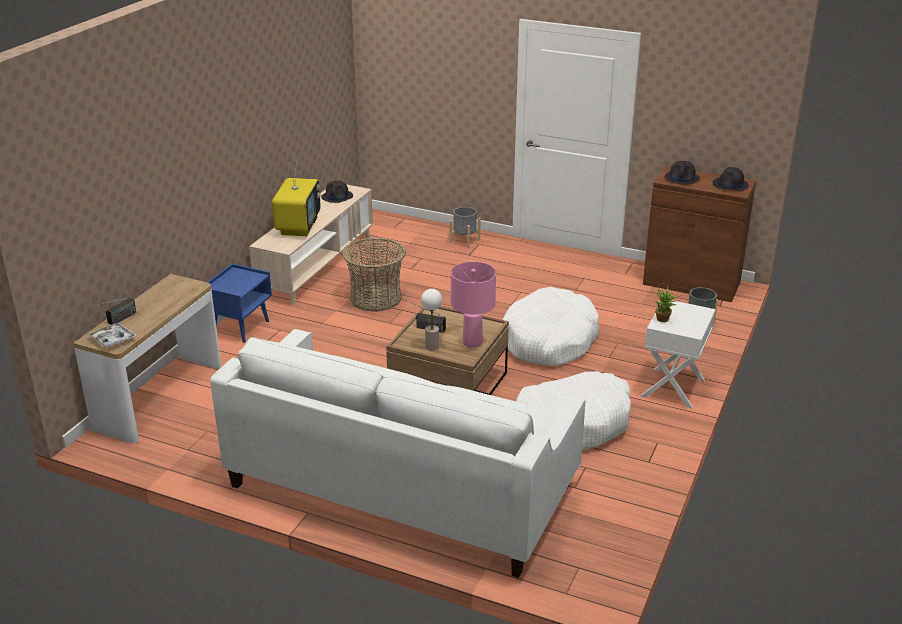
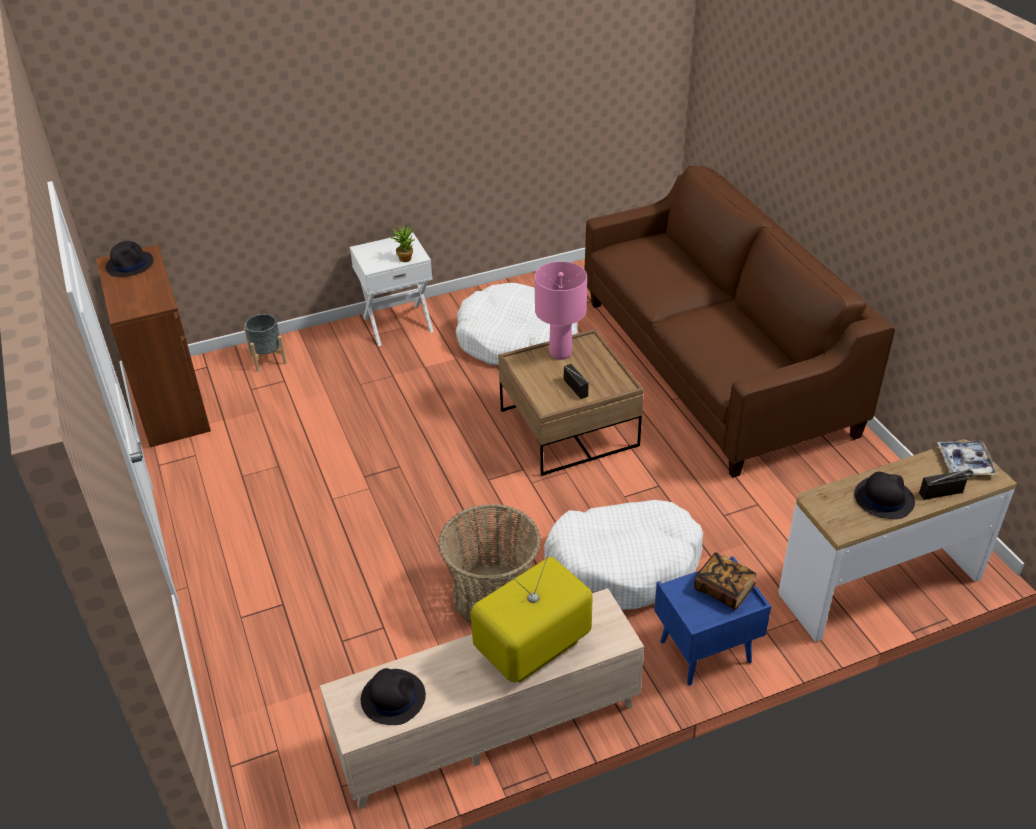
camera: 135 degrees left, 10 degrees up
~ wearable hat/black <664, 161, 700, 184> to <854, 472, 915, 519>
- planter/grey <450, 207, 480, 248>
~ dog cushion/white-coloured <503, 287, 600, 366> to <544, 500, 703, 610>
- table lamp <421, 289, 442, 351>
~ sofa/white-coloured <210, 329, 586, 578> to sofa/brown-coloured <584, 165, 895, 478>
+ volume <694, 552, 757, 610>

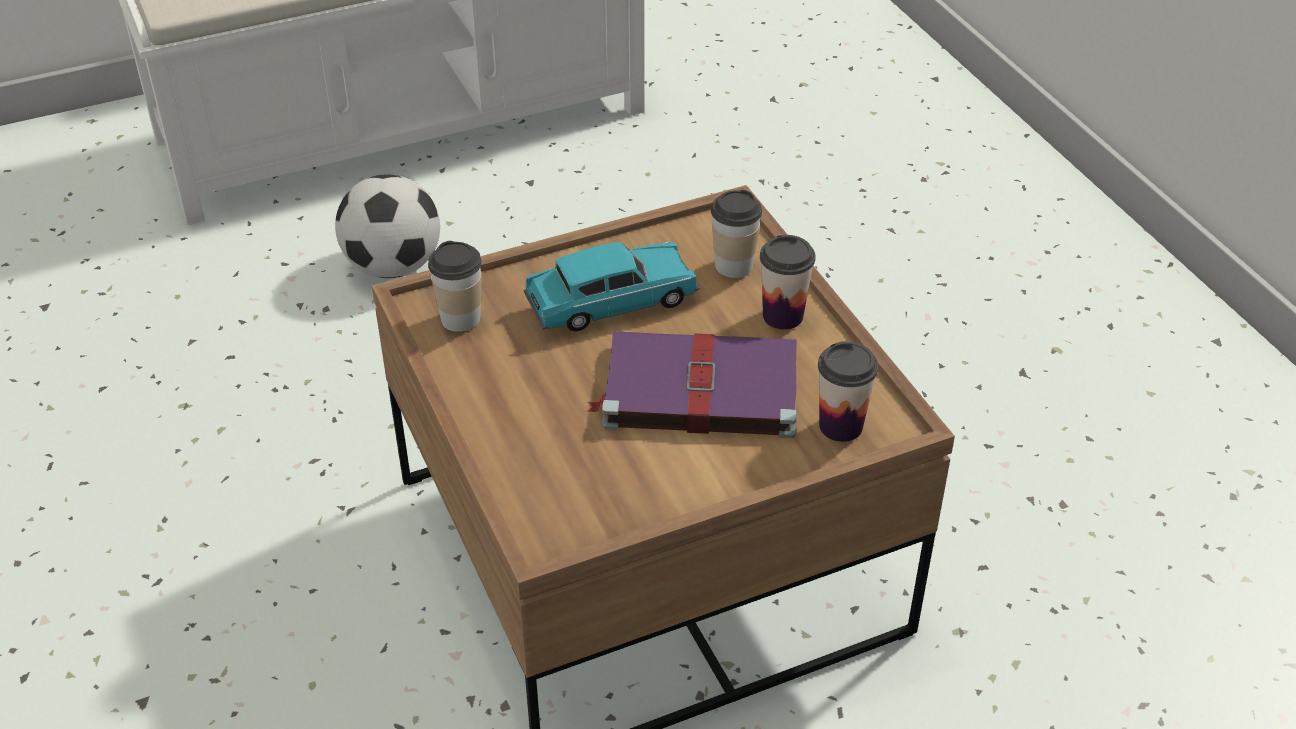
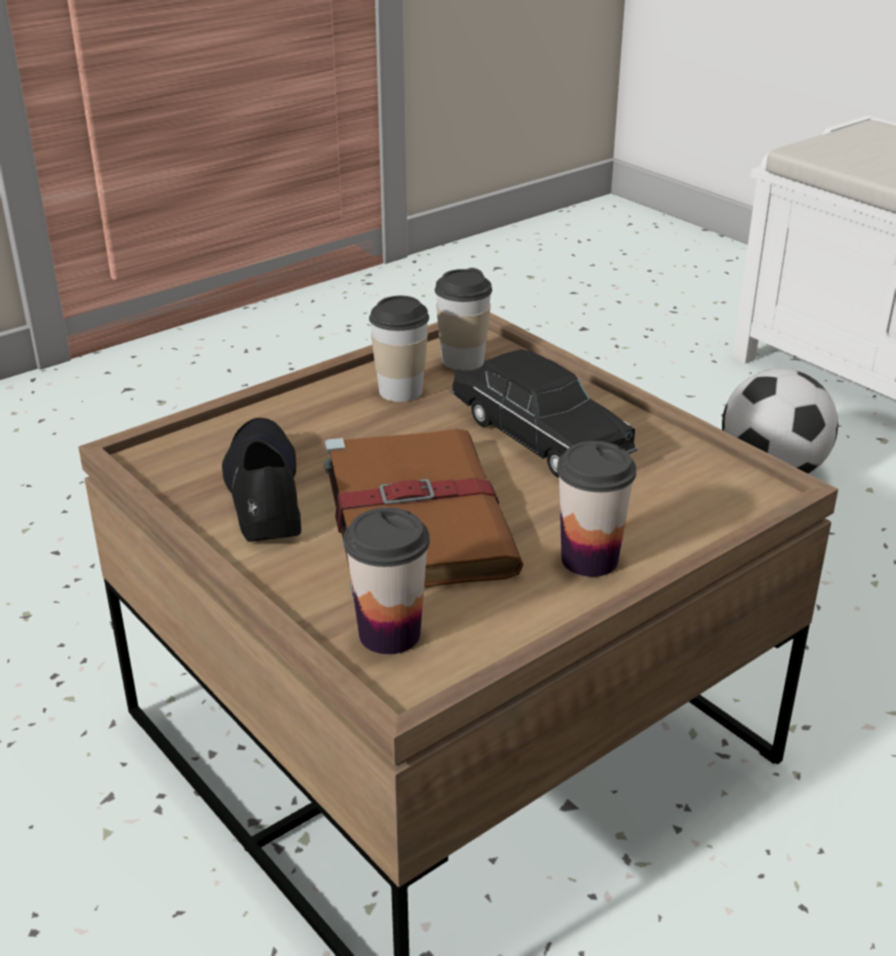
camera: 75 degrees right, 10 degrees down
~ small cup <711, 190, 762, 278> to <369, 296, 429, 402>
~ toy car/blue-green <524, 241, 700, 331> to toy car/black <451, 349, 638, 478>
~ volume/purple <586, 331, 796, 438> to volume/brown-coloured <324, 429, 523, 597>
+ item of footwear/black <222, 418, 301, 542>

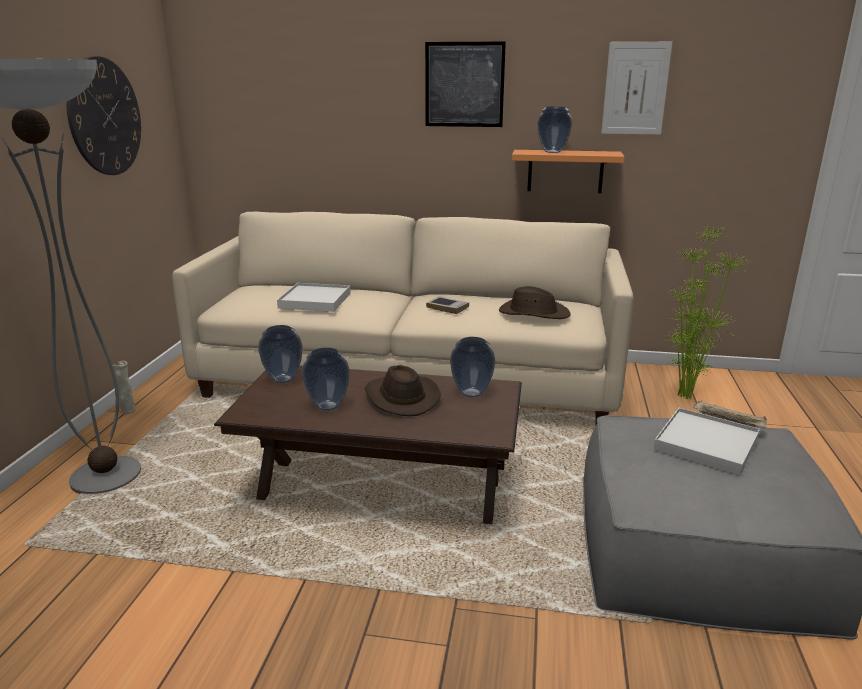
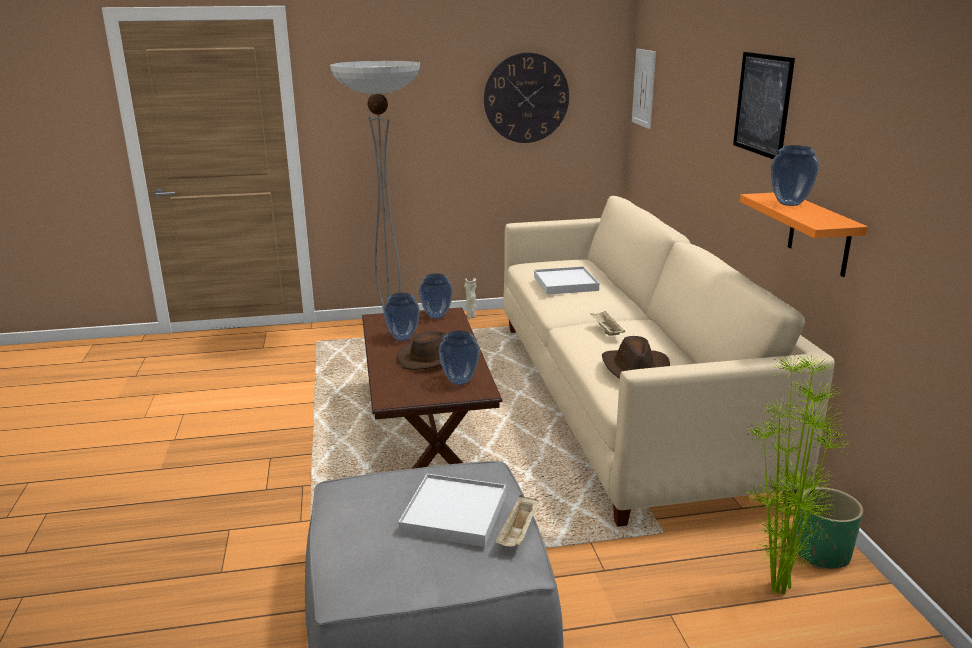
camera: 70 degrees right, 0 degrees up
~ wall art <601, 42, 672, 135> to <632, 49, 656, 129>
~ volume <426, 296, 469, 314> to serving tray/sand-coloured <591, 311, 625, 336>
+ planter/greenish <794, 487, 863, 569>

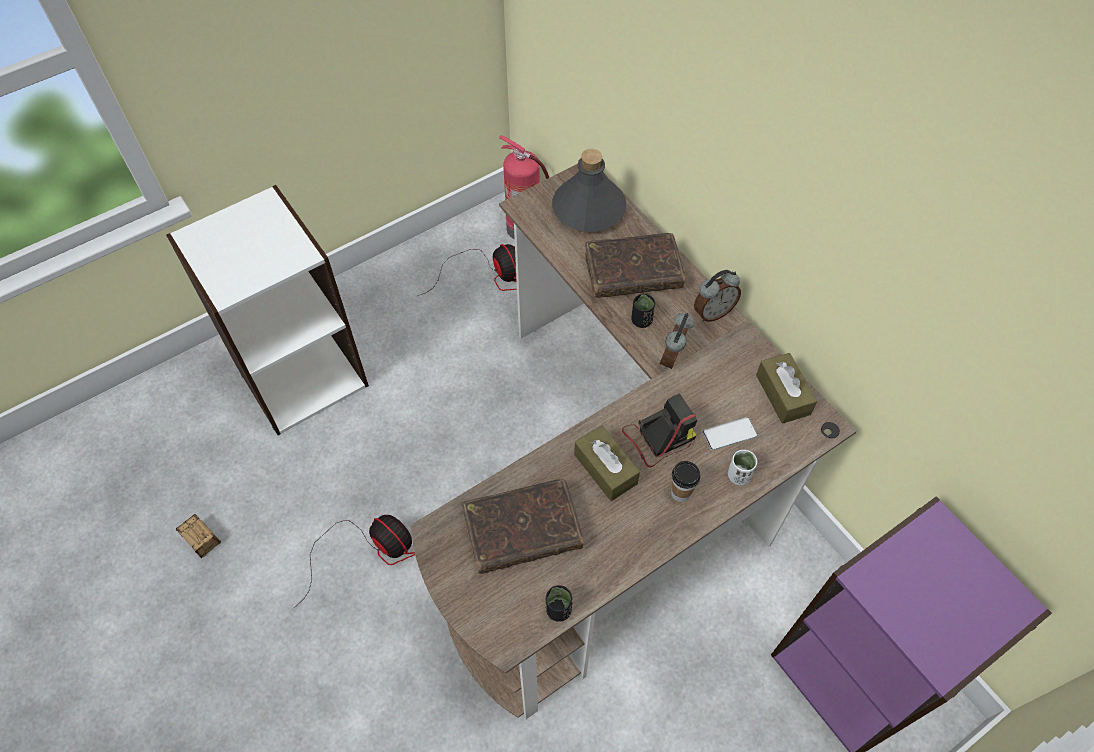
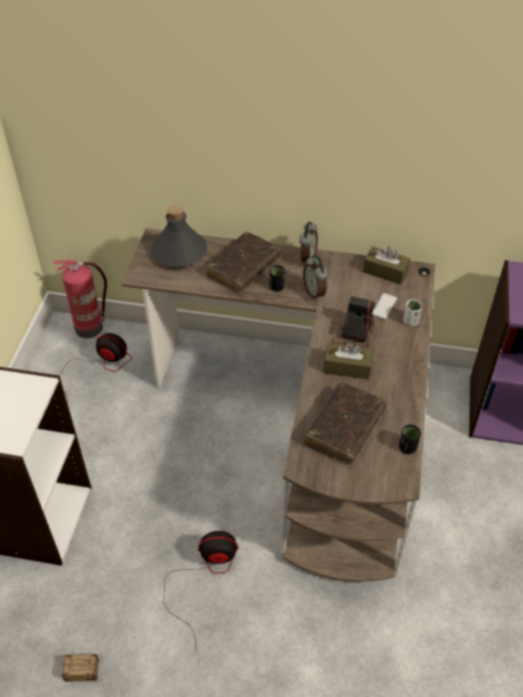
camera: 45 degrees left, 10 degrees down
- small cup <671, 461, 700, 502>

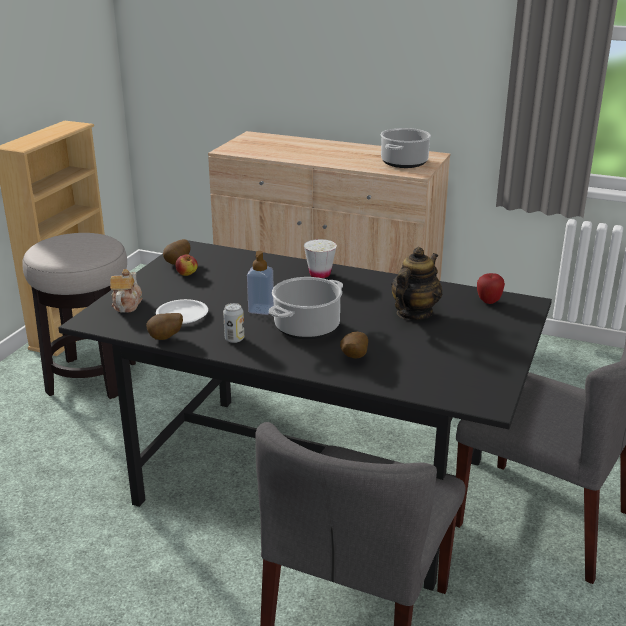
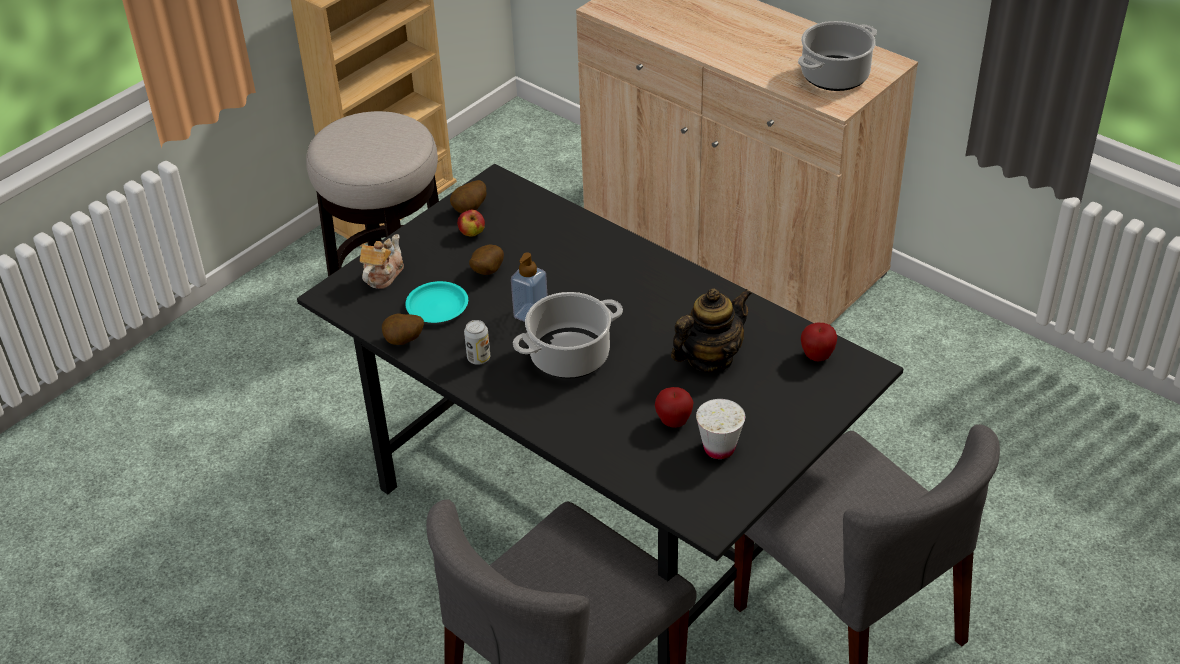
camera: 20 degrees right, 15 degrees up
~ small cup/white-coloured <304, 239, 337, 278> to <696, 399, 745, 459>
~ dinner plate/white-coloured <156, 299, 208, 324> to dinner plate/blue-green <405, 281, 468, 323>
~ whole potato <340, 332, 368, 358> to <469, 245, 504, 275>
+ apple <655, 387, 694, 428>

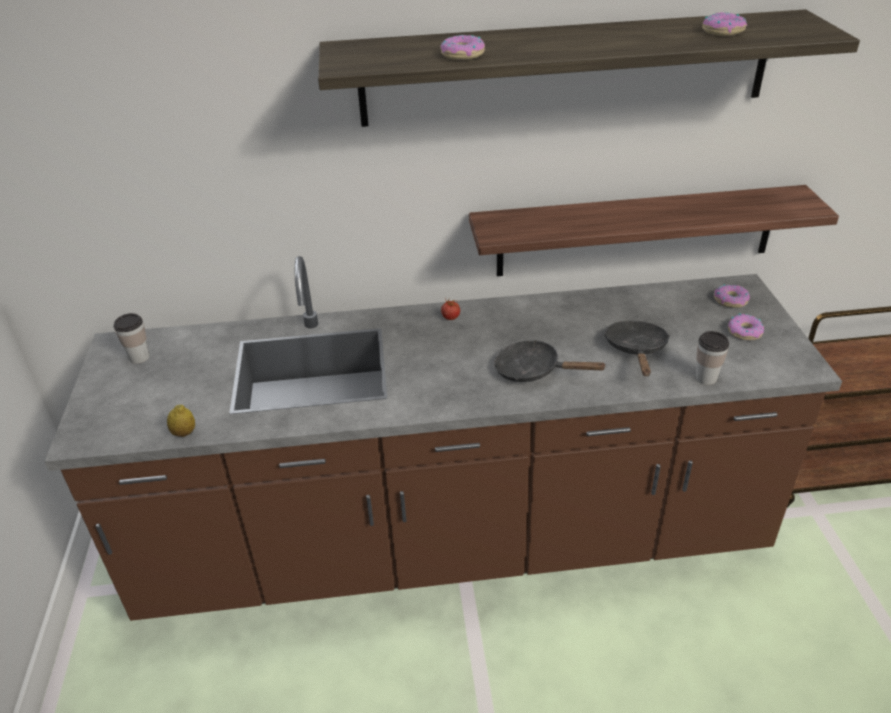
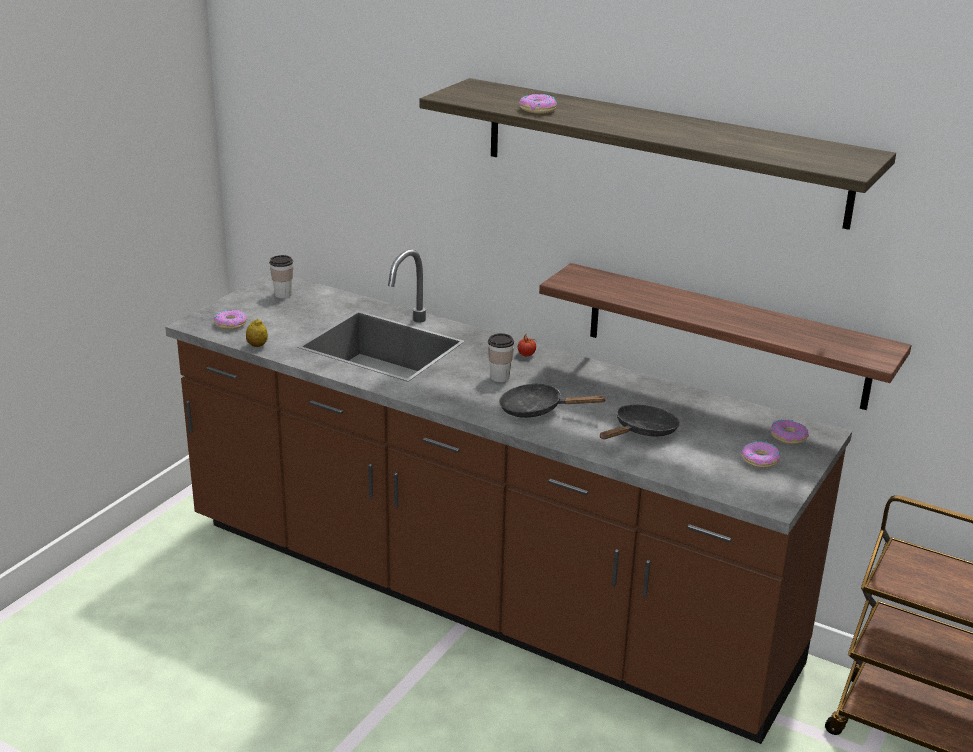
camera: 35 degrees right, 10 degrees down
~ donut <702, 12, 747, 36> to <214, 310, 247, 329>
~ small cup <695, 331, 729, 385> to <488, 333, 514, 382>
~ pan/black <494, 340, 607, 382> = <499, 383, 607, 418> 45 degrees counterclockwise

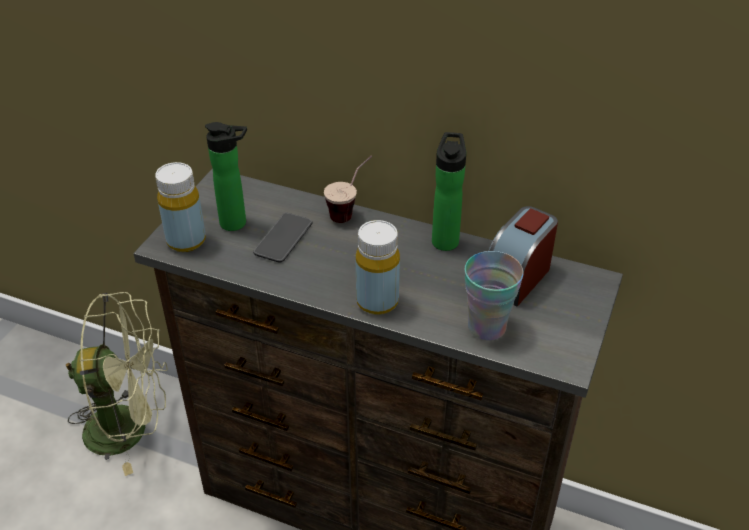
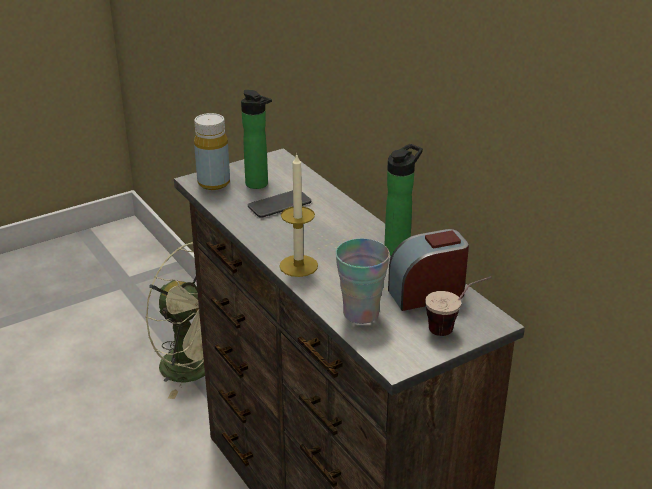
camera: 35 degrees right, 10 degrees down
~ small cup <324, 155, 372, 223> to <425, 276, 492, 336>
~ beverage bottle/yellow <355, 220, 400, 315> to wax candle <279, 153, 318, 277>

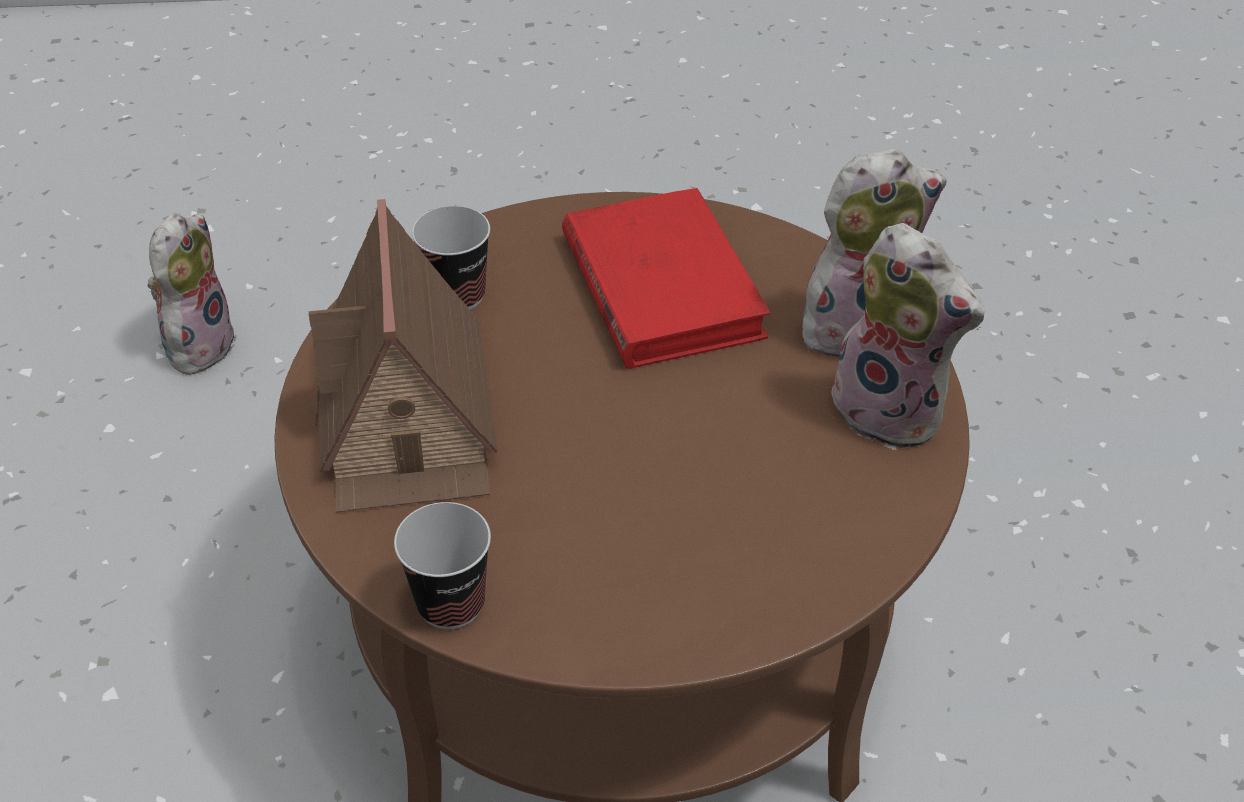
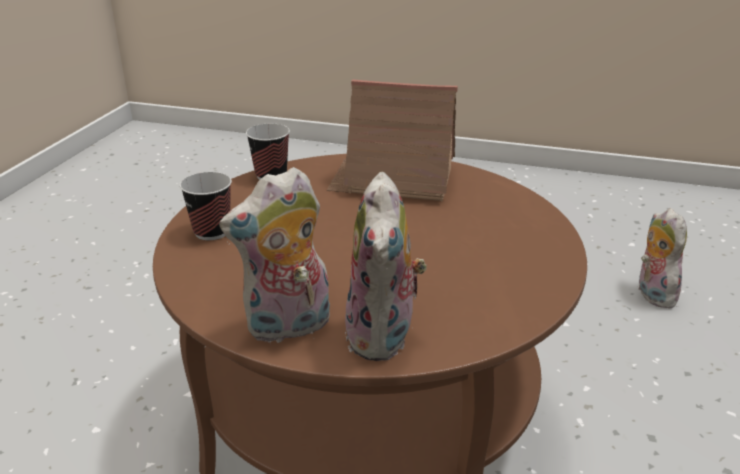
camera: 110 degrees right, 15 degrees down
- volume/red <562, 188, 770, 369>
~ small cup <412, 206, 490, 310> to <180, 172, 232, 240>
~ plush toy <148, 213, 237, 375> = <638, 208, 687, 308> 135 degrees counterclockwise

